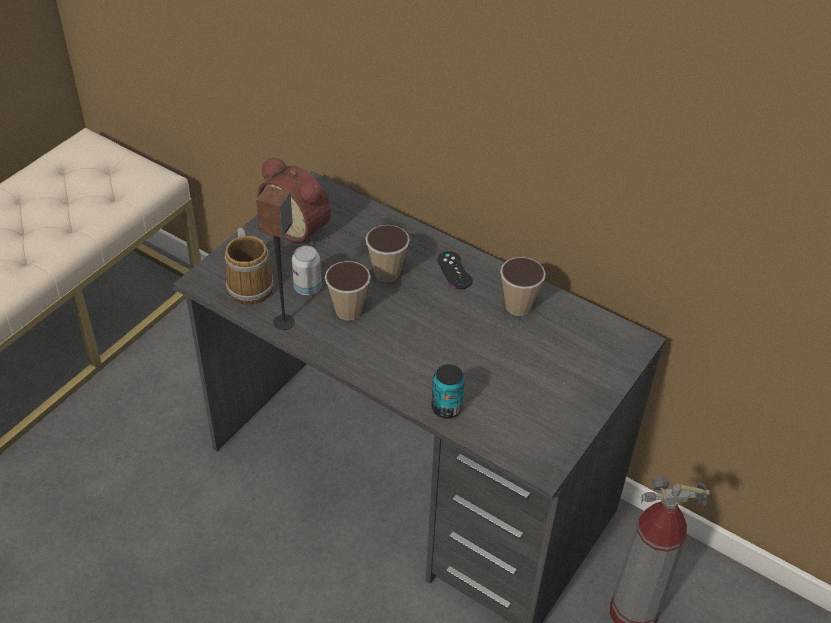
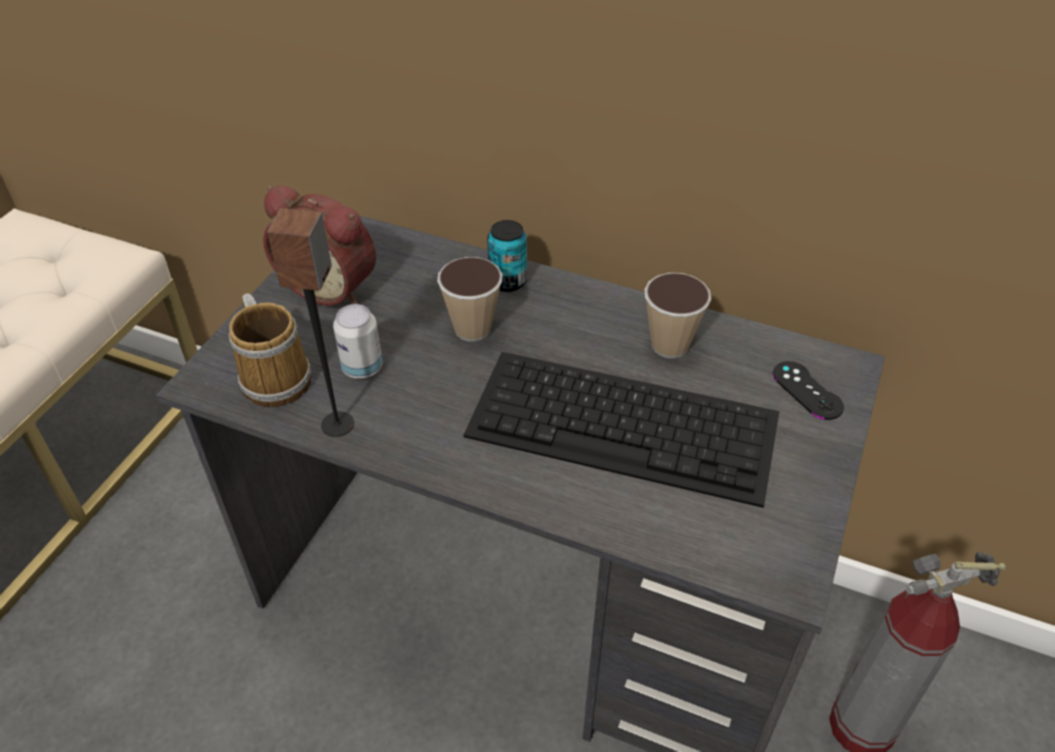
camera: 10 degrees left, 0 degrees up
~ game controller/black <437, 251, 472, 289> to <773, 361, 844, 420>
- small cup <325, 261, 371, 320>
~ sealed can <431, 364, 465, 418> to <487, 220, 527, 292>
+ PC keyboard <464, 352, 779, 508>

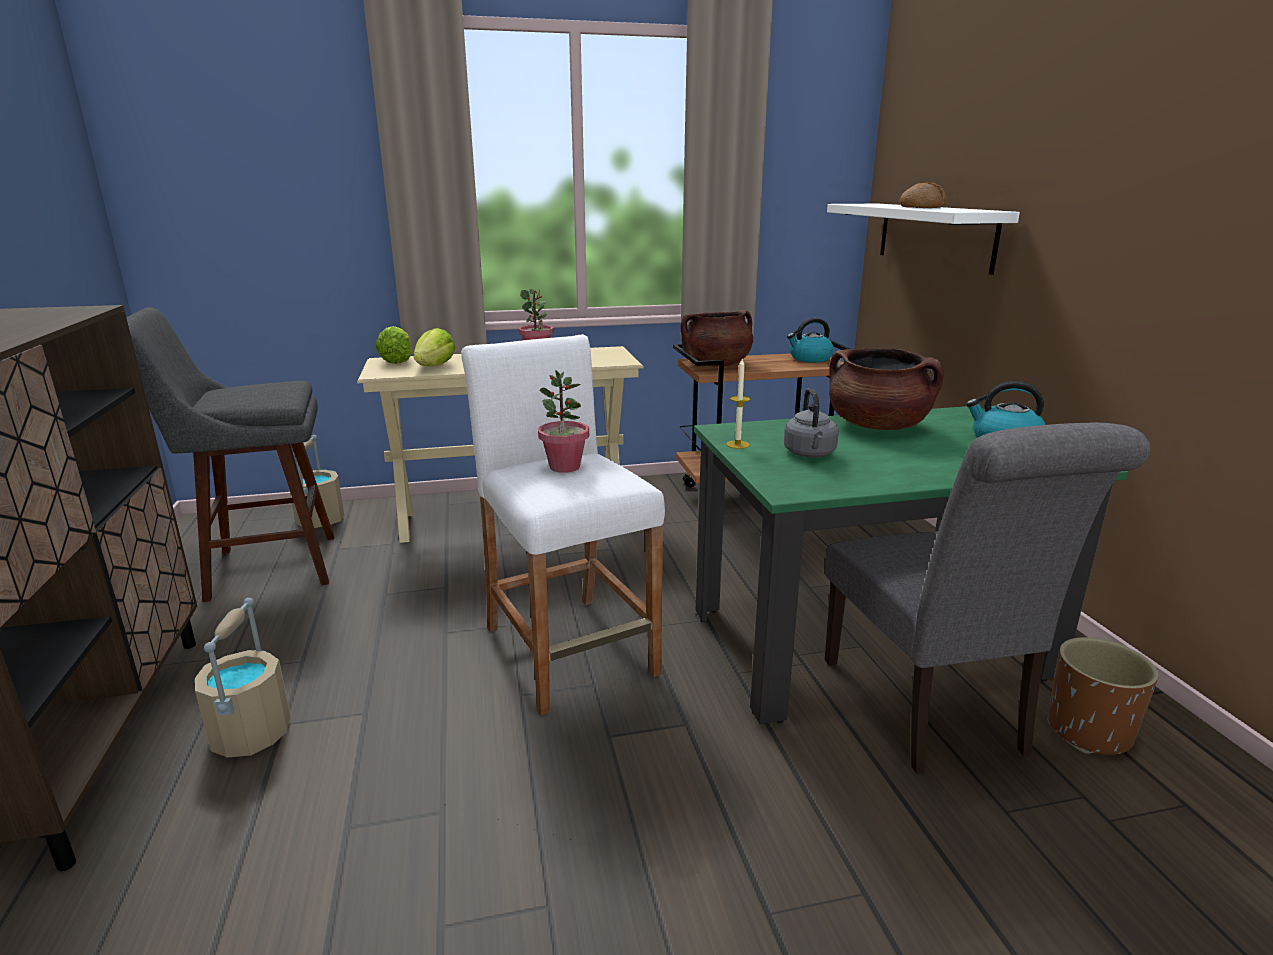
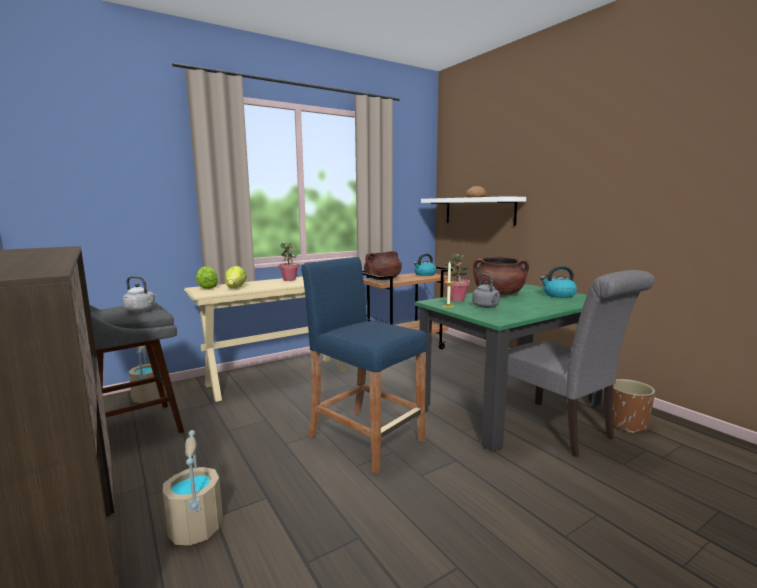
camera: 20 degrees left, 10 degrees down
~ stool/white-coloured <461, 334, 665, 716> to stool/blue-coloured <301, 256, 427, 474>
~ potted plant <538, 370, 589, 473> to <445, 254, 470, 302>
+ kettle/grey <123, 276, 156, 312>

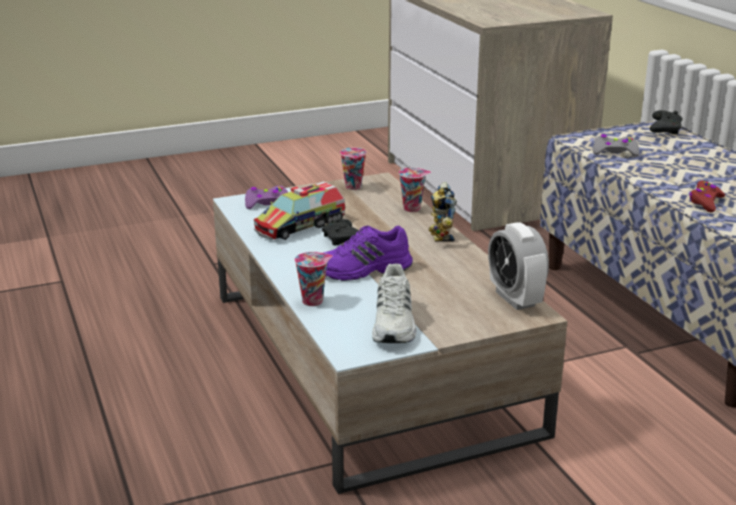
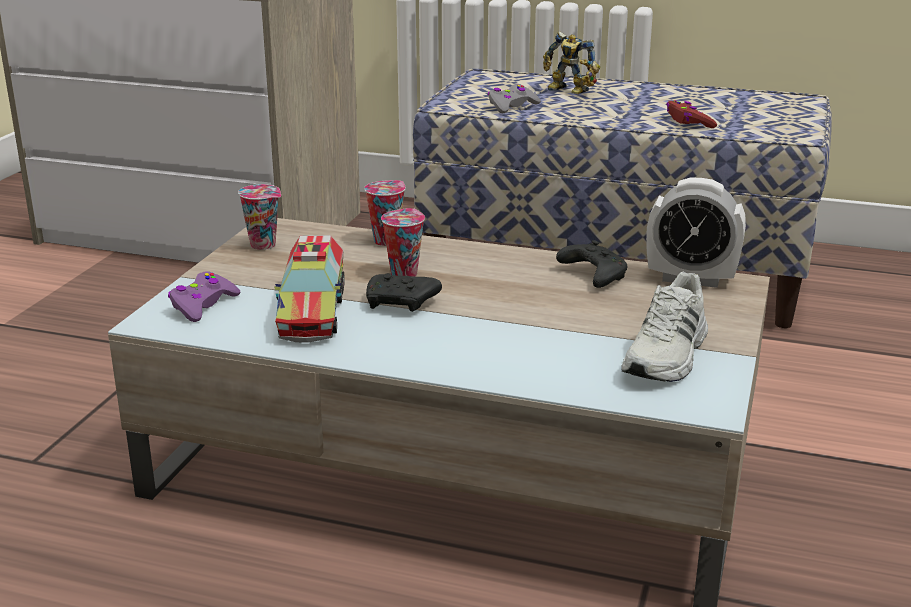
camera: 50 degrees left, 0 degrees up
~ game controller/black <650, 110, 683, 134> to <556, 240, 627, 288>
~ model robot <428, 182, 457, 241> to <543, 32, 600, 94>
- item of footwear/purple <324, 226, 413, 281>
~ small cup <294, 252, 333, 306> to <381, 208, 425, 277>
~ item of footwear/white-coloured <372, 263, 416, 343> = <621, 272, 708, 382> 75 degrees clockwise

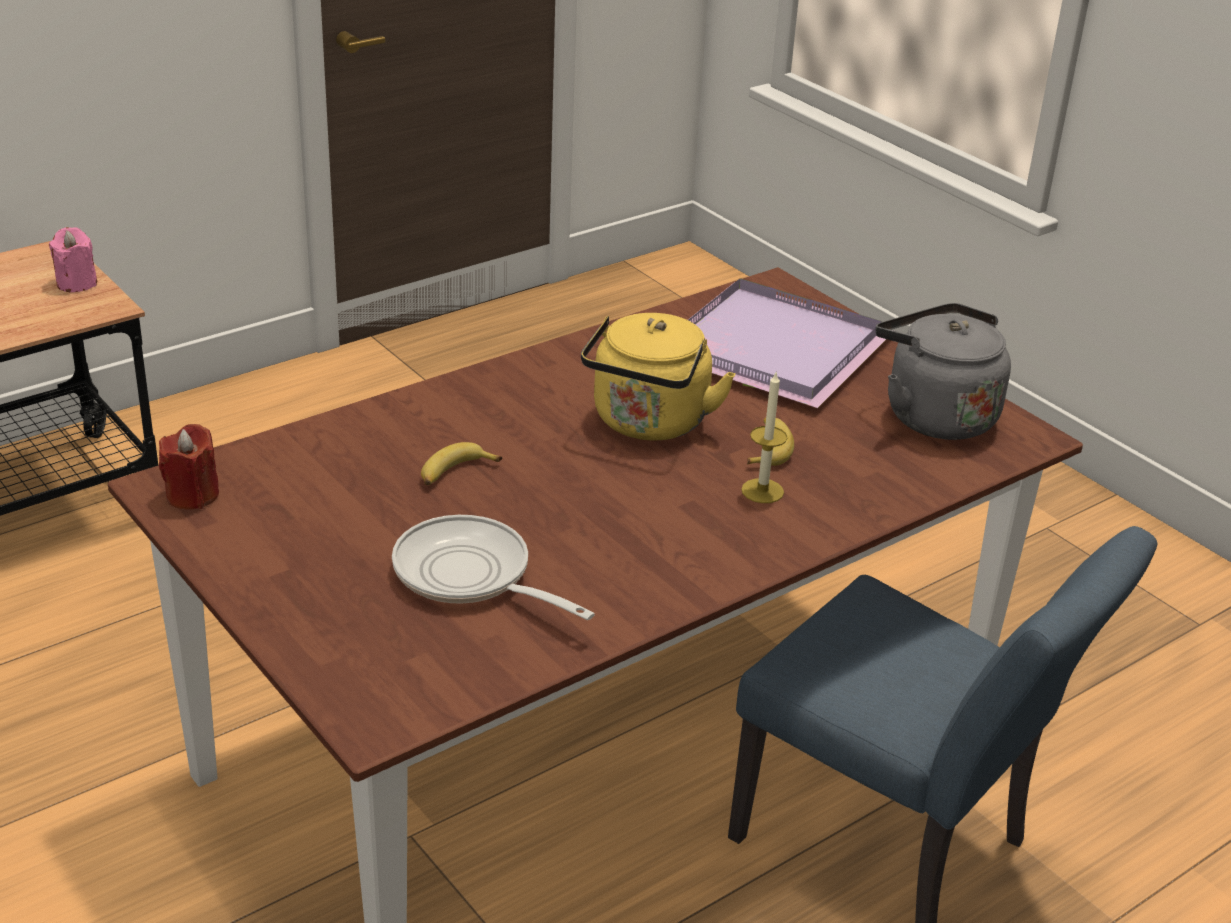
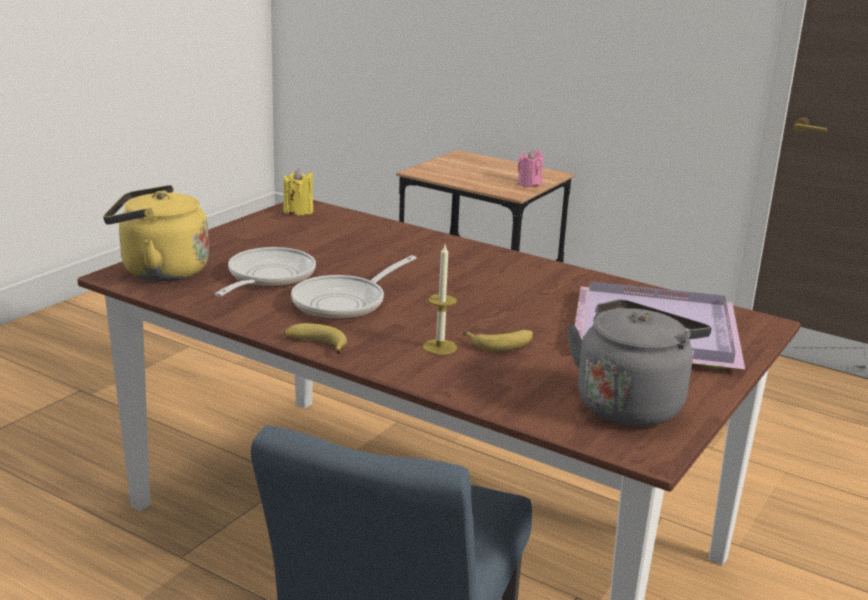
camera: 70 degrees right, 10 degrees down
~ kettle/yellow <581, 313, 736, 441> to <103, 185, 209, 281>
~ wax candle/red <159, 424, 219, 509> to wax candle/yellow <283, 169, 313, 215>
~ banana <421, 442, 502, 485> to <284, 323, 347, 354>
+ pan <291, 255, 417, 320>

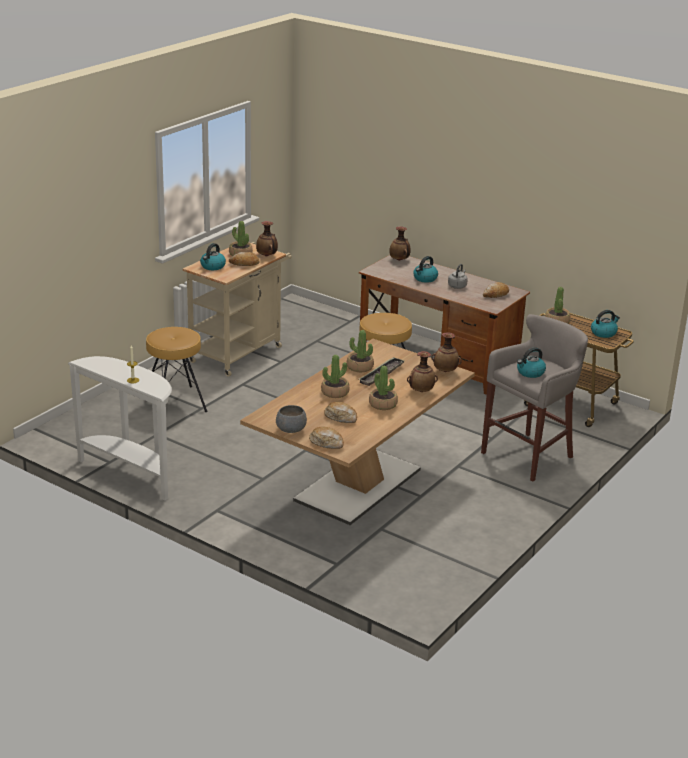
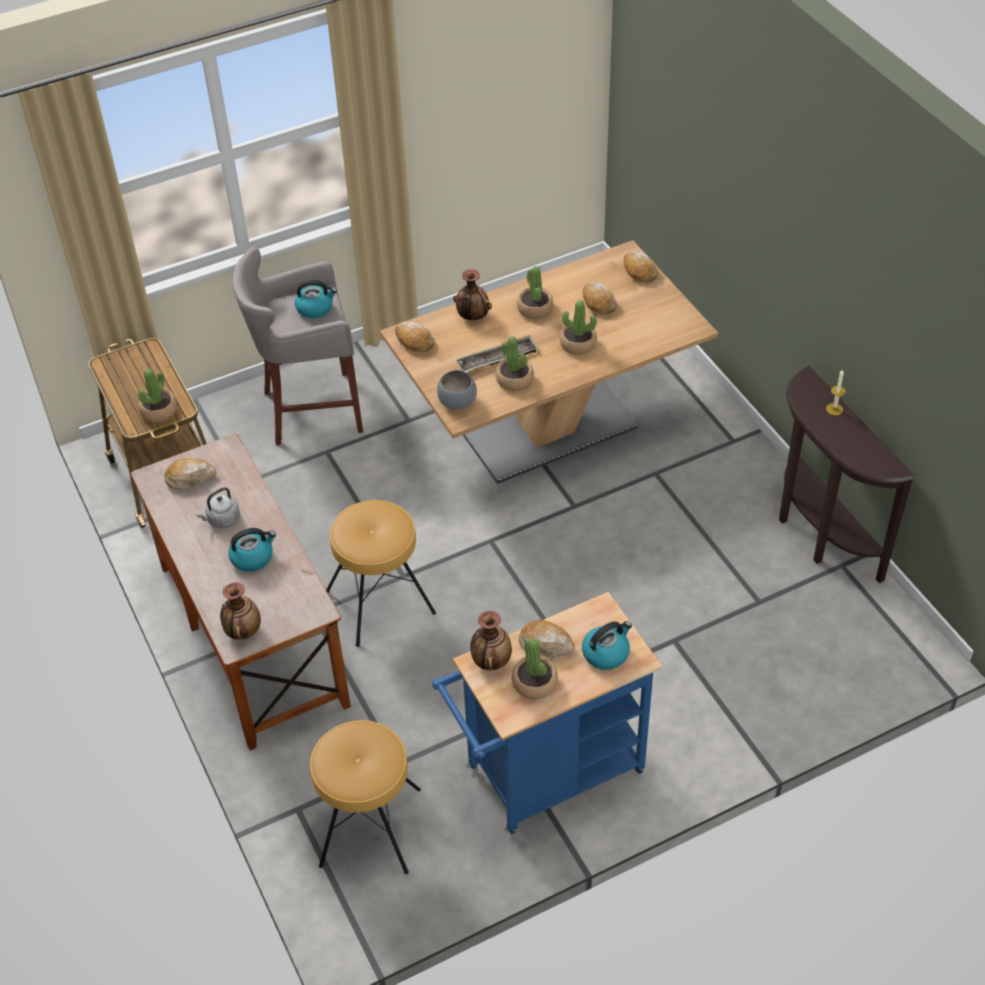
camera: 150 degrees left, 20 degrees up
~ wheeled cart/sand-coloured <183, 242, 292, 377> to wheeled cart/blue-coloured <432, 592, 662, 834>
- kettle <591, 310, 620, 338>
~ stool/brown-coloured <146, 327, 207, 412> to <310, 720, 421, 874>
~ vase <431, 332, 462, 372> to bread <395, 321, 434, 352>
~ console table/white-coloured <68, 356, 172, 500> to console table/brown-coloured <779, 366, 915, 583>
~ deep dish/grey <276, 405, 307, 433> to <437, 370, 477, 410>

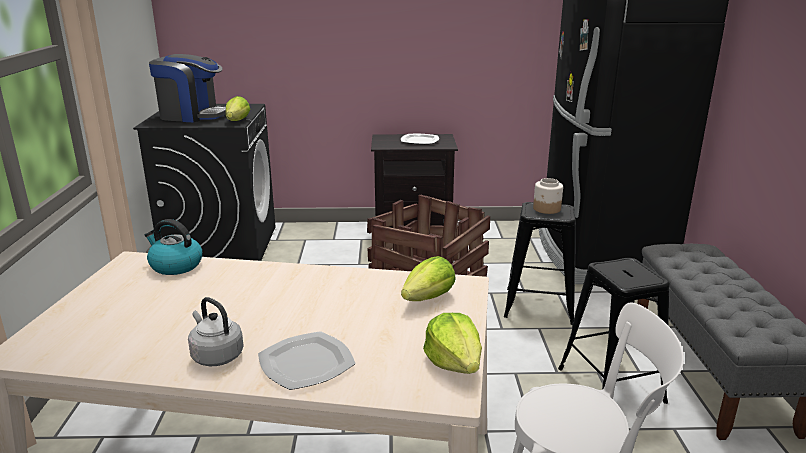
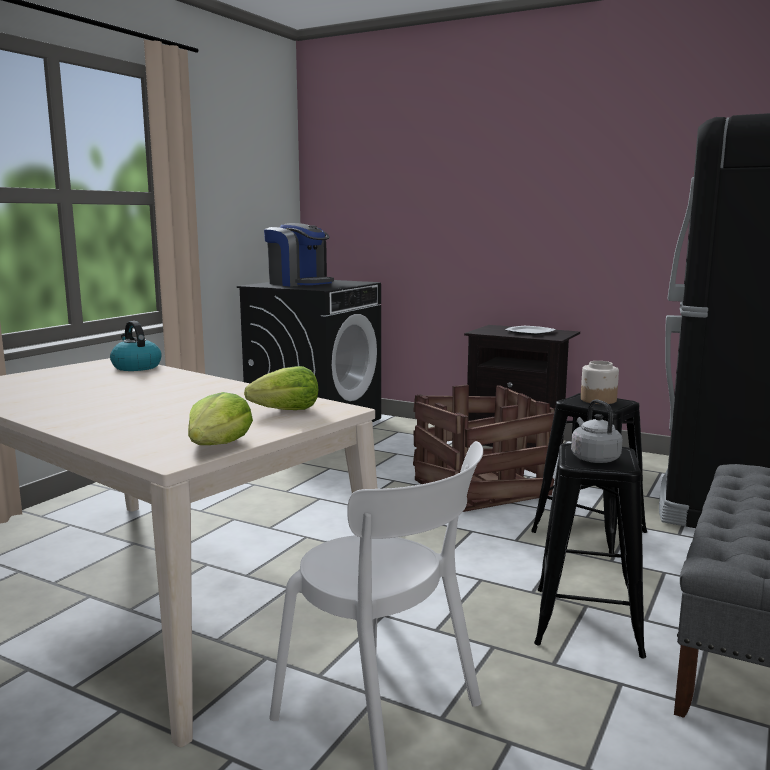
camera: 30 degrees right, 10 degrees down
- lettuce head <226, 96, 250, 121>
~ kettle/grey <188, 297, 244, 366> to <571, 399, 623, 463>
- dinner plate <258, 331, 356, 390>

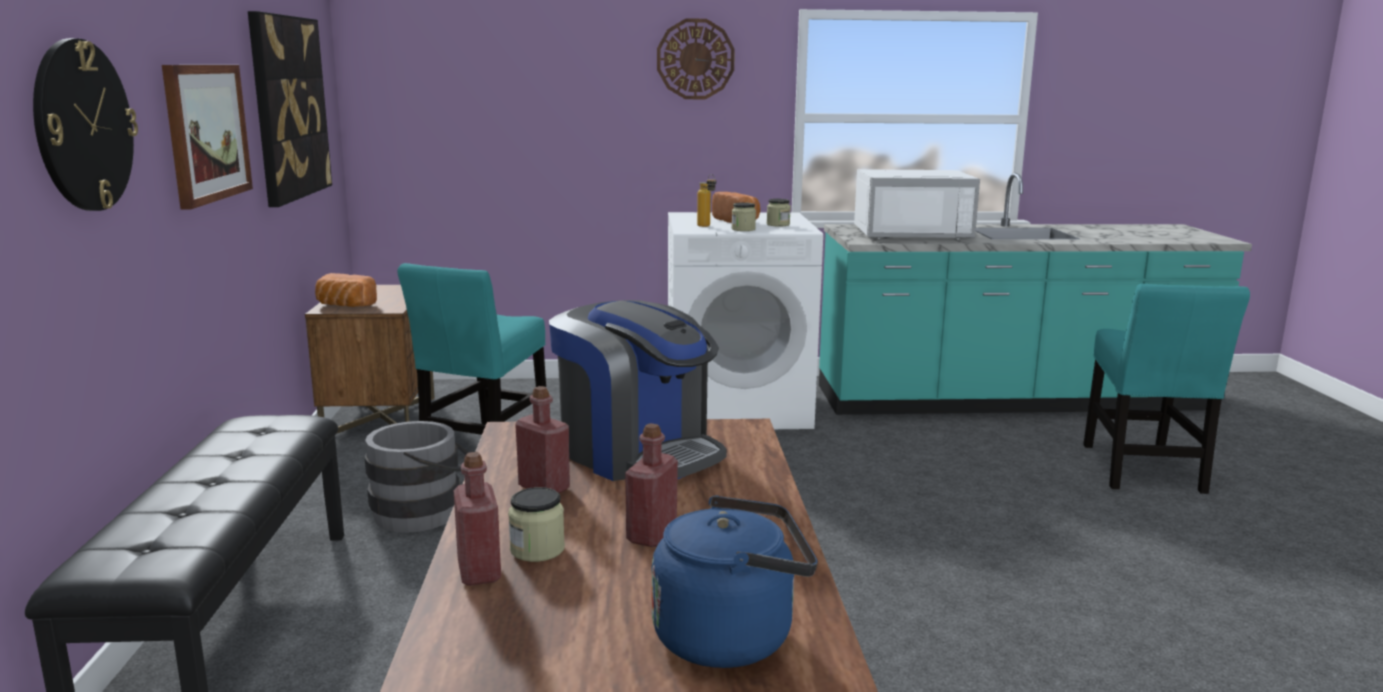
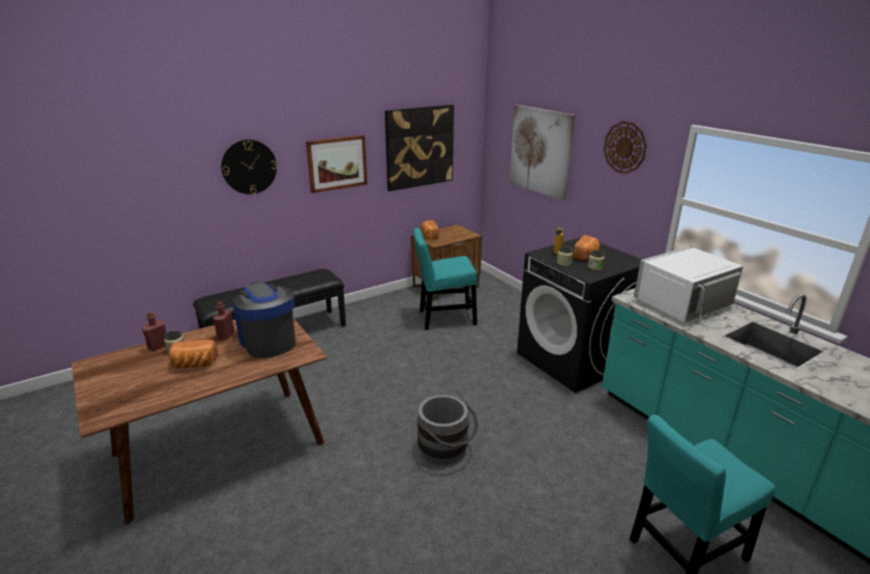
camera: 60 degrees right, 10 degrees up
~ microwave/white-coloured <854, 169, 980, 240> = <634, 246, 743, 328> 90 degrees clockwise
~ laundry machine/white-coloured <668, 212, 823, 429> to laundry machine/black <517, 237, 642, 393>
~ coffee brewer <549, 300, 727, 481> = <232, 282, 296, 358> 135 degrees clockwise
~ bucket/grey <365, 421, 469, 533> to <417, 395, 478, 465>
~ beverage bottle/red <625, 423, 678, 547> to bread <169, 340, 218, 369>
- kettle/blue-coloured <651, 495, 818, 668>
+ wall art <510, 105, 575, 201>

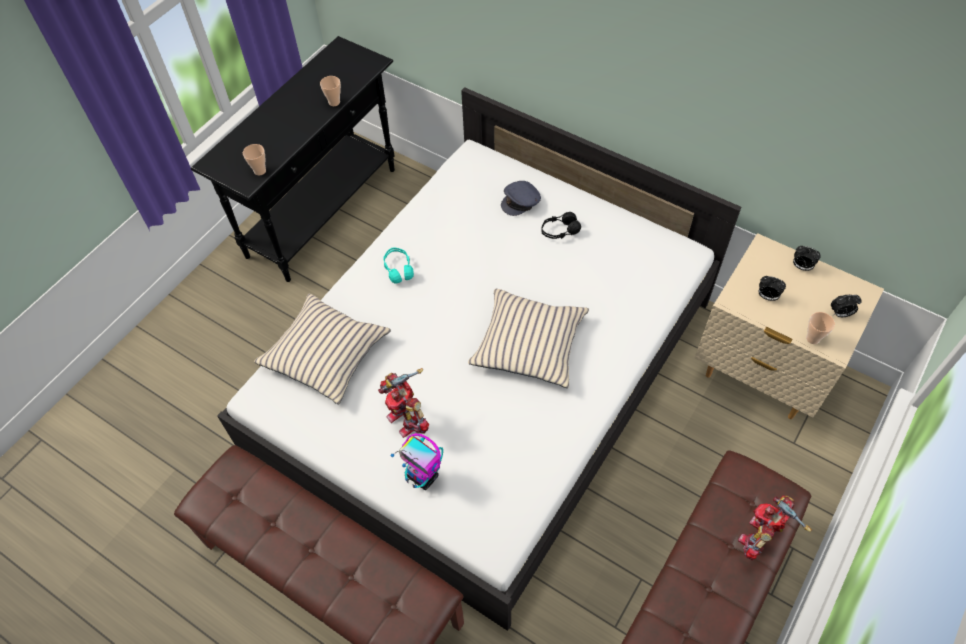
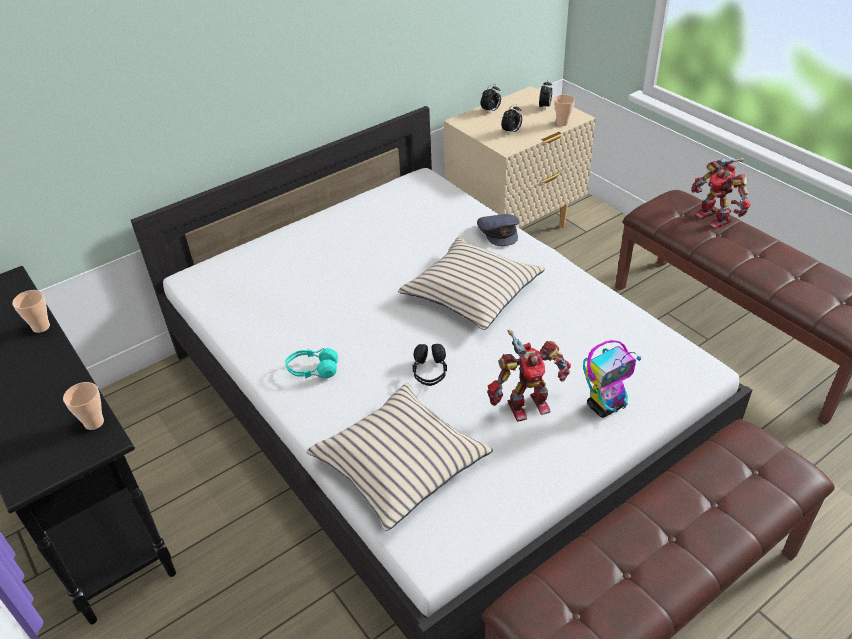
camera: 70 degrees left, 15 degrees down
~ peaked cap/grey <501, 181, 541, 216> to <477, 214, 519, 246>
~ headphones/black <541, 212, 581, 239> to <412, 344, 447, 386>

